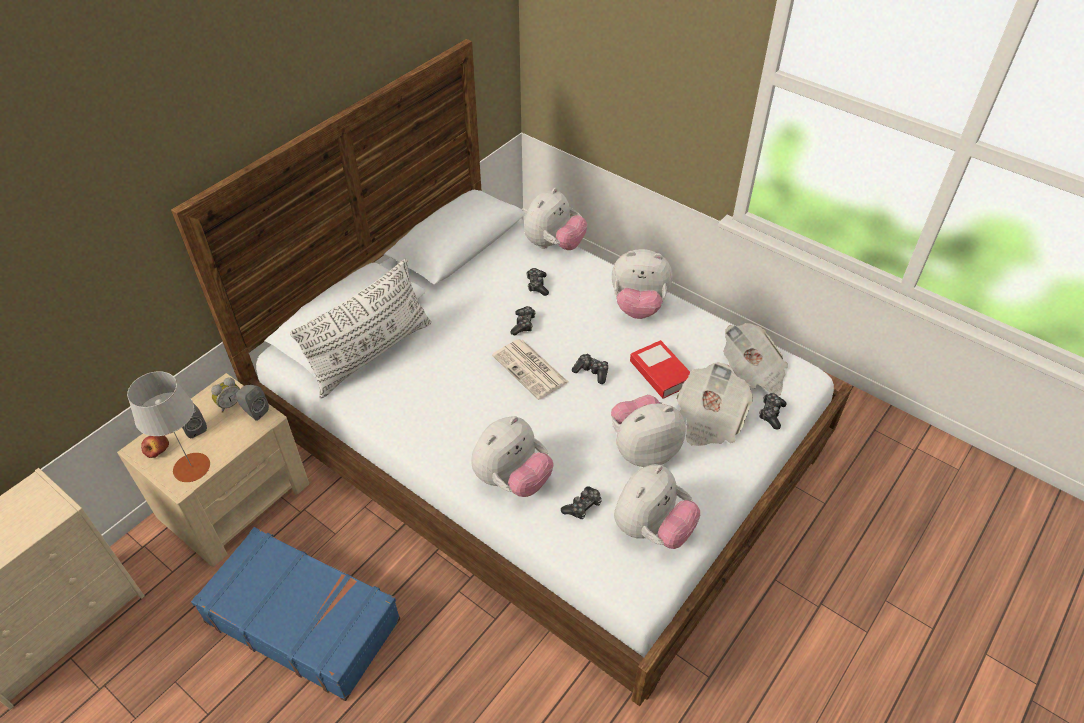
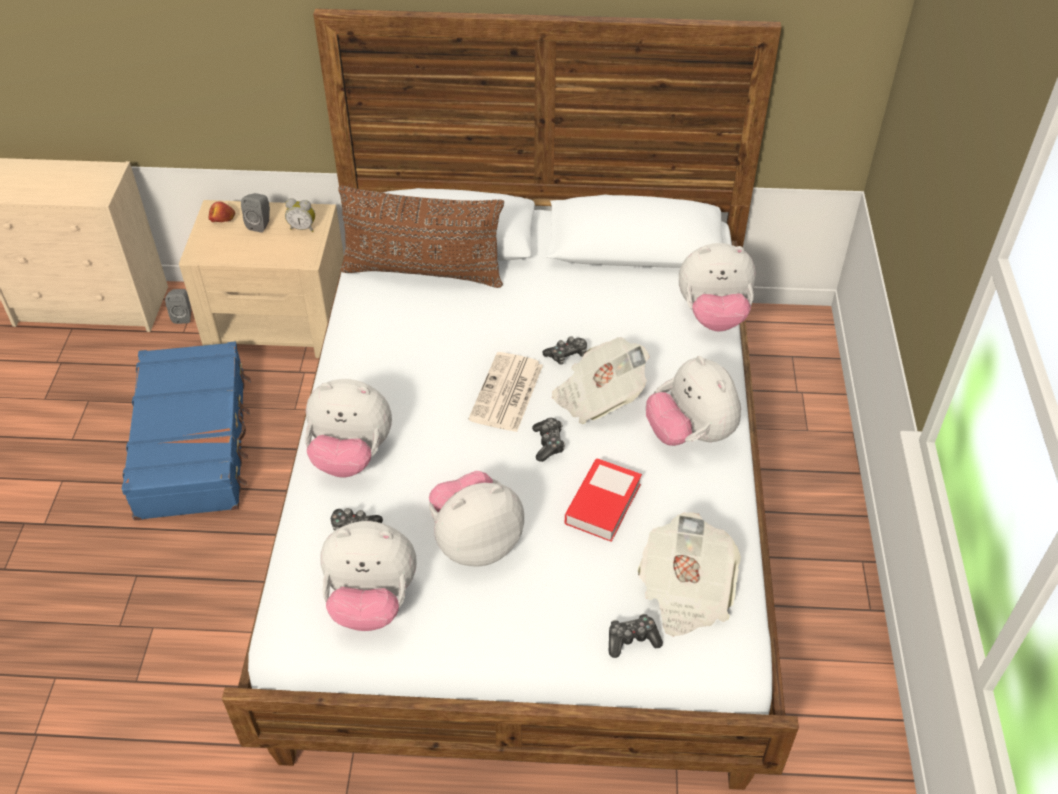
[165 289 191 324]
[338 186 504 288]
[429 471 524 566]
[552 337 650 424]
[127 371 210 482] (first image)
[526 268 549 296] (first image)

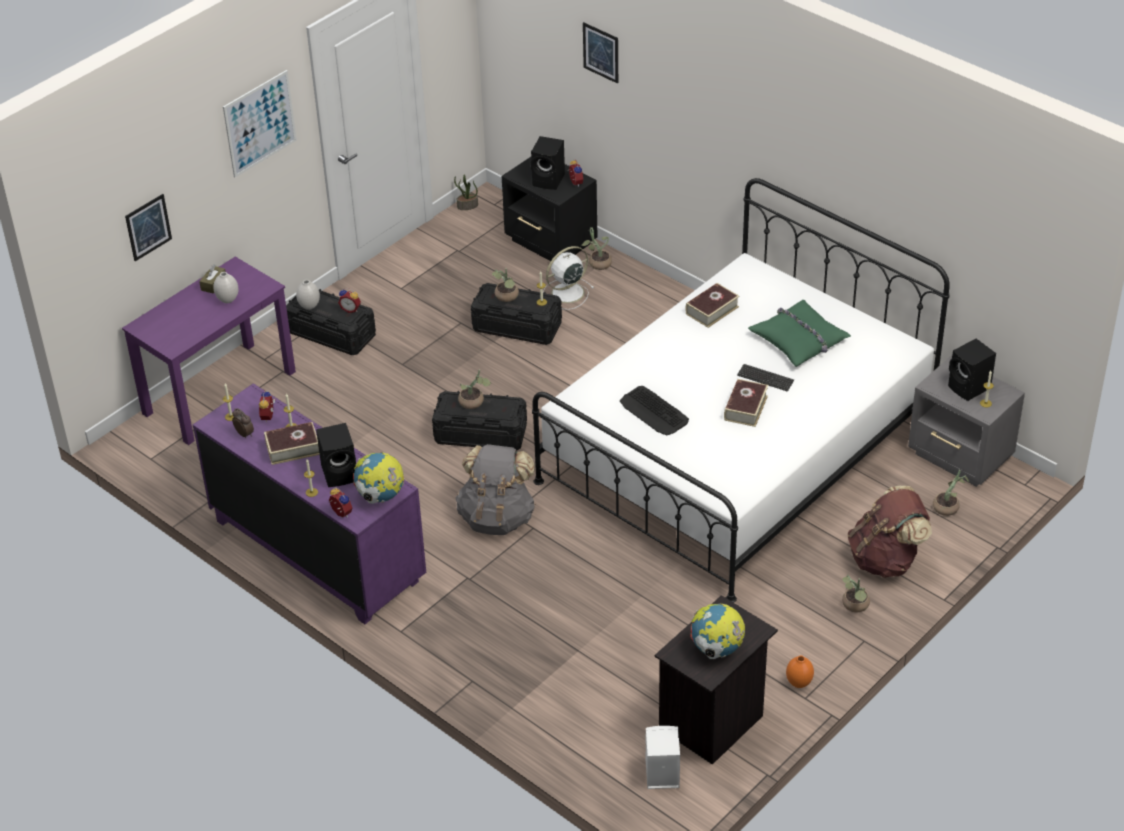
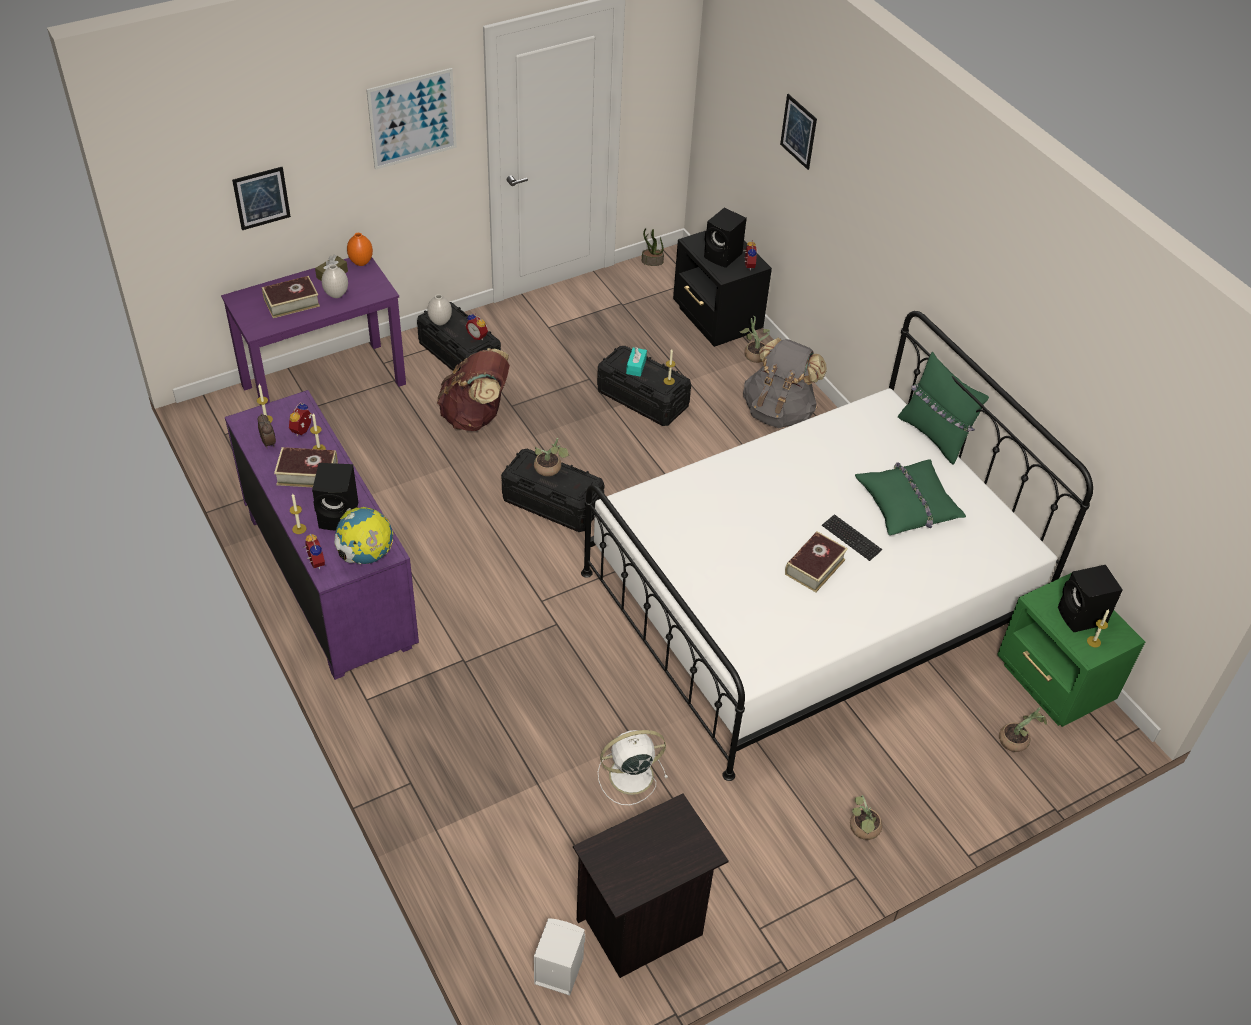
[262 276 320 318]
[347 233 373 266]
[437 348 510 431]
[598 730 668 805]
[626 347 647 377]
[743 338 827 428]
[898 352 989 465]
[997 573 1145 727]
[620 386 689 436] (first image)
[690 603 745 659] (first image)

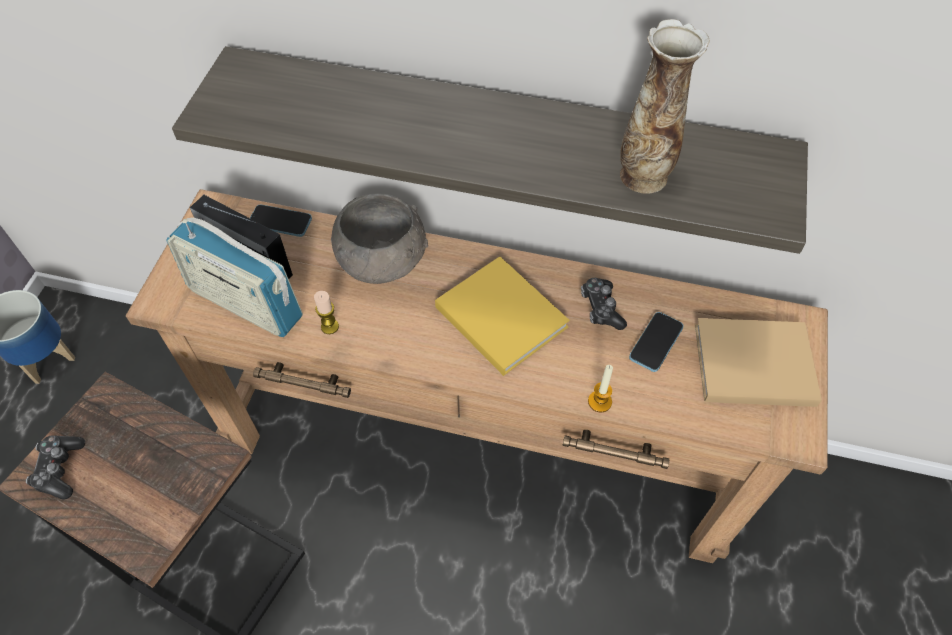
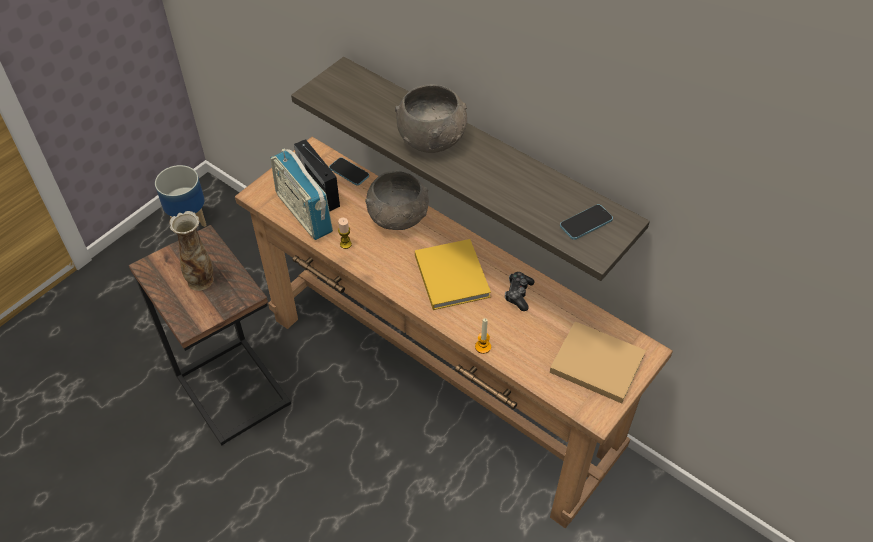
[169 211 214 291]
[395 84 467 153]
[560 204 613 240]
[26 435 85 500] (first image)

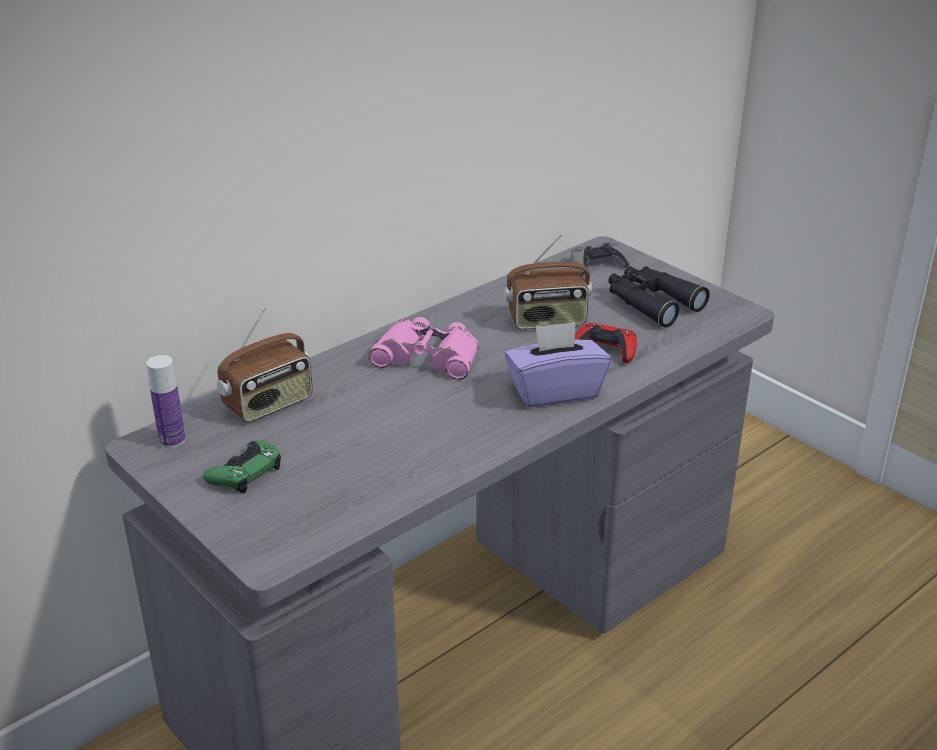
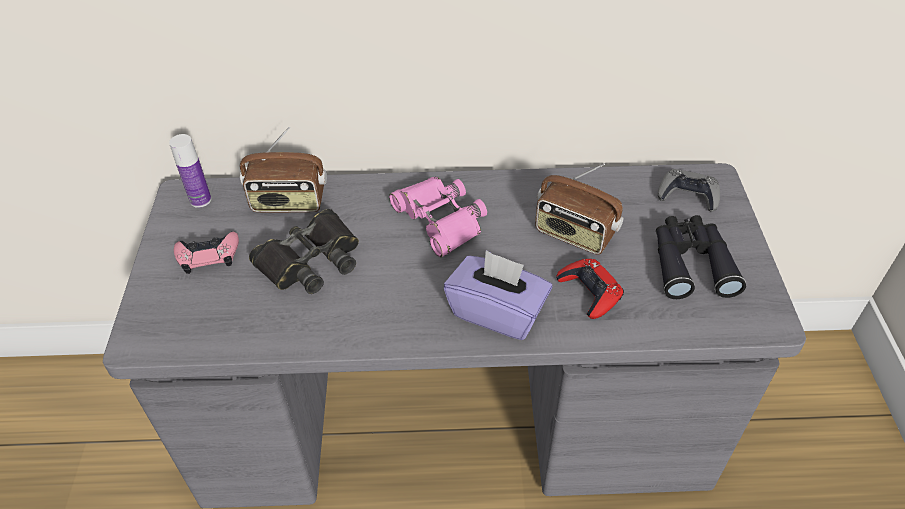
[174 232 239 274]
[249 209 359 294]

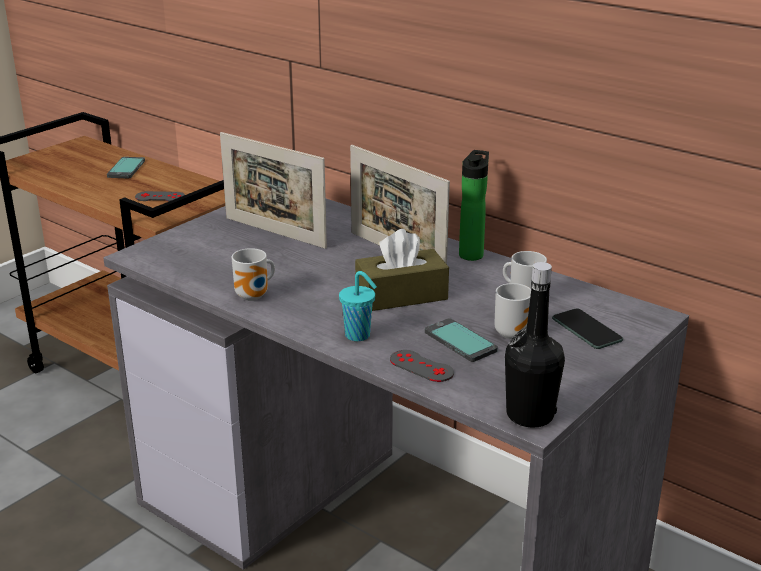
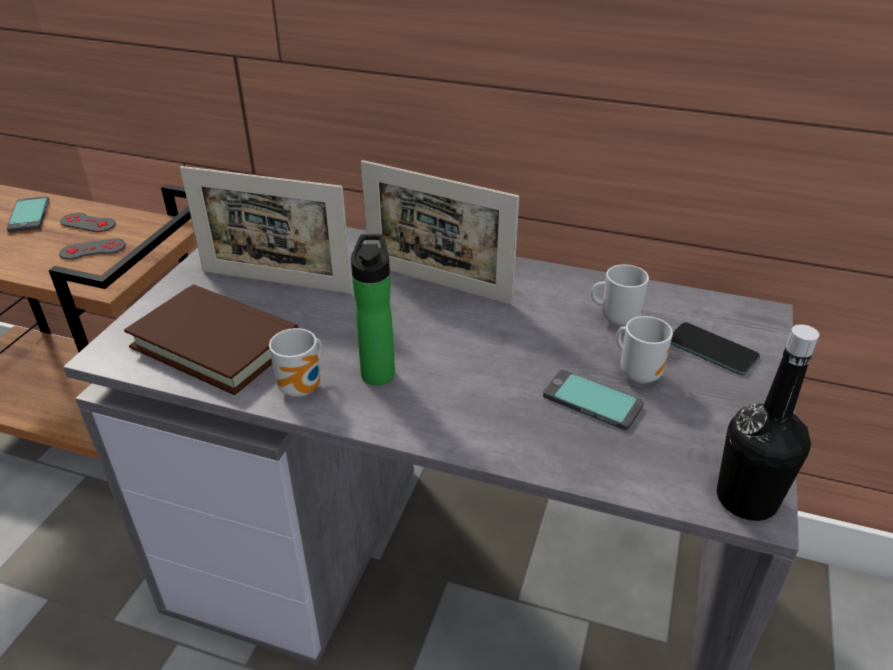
[60 213 116 232]
[124 285 299 395]
[351 234 395 385]
[339 271 377 341] (first image)
[355 229 449 311] (first image)

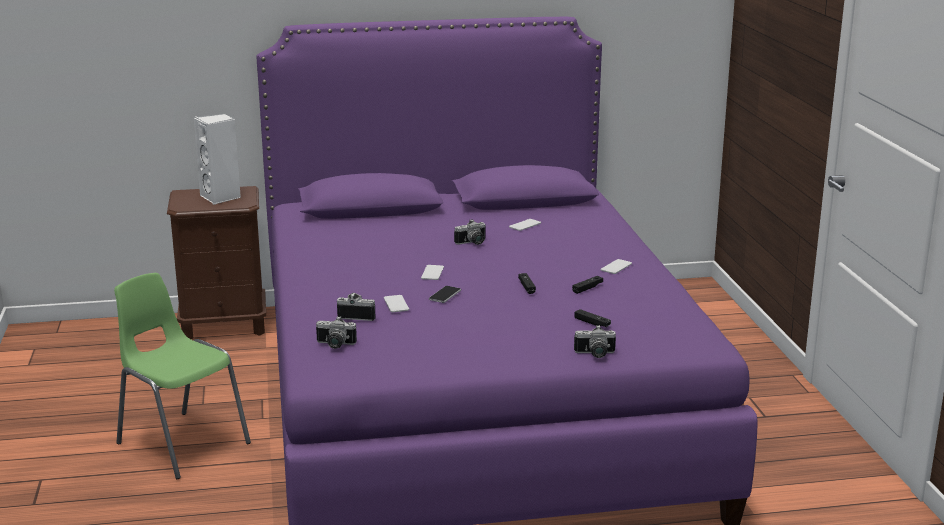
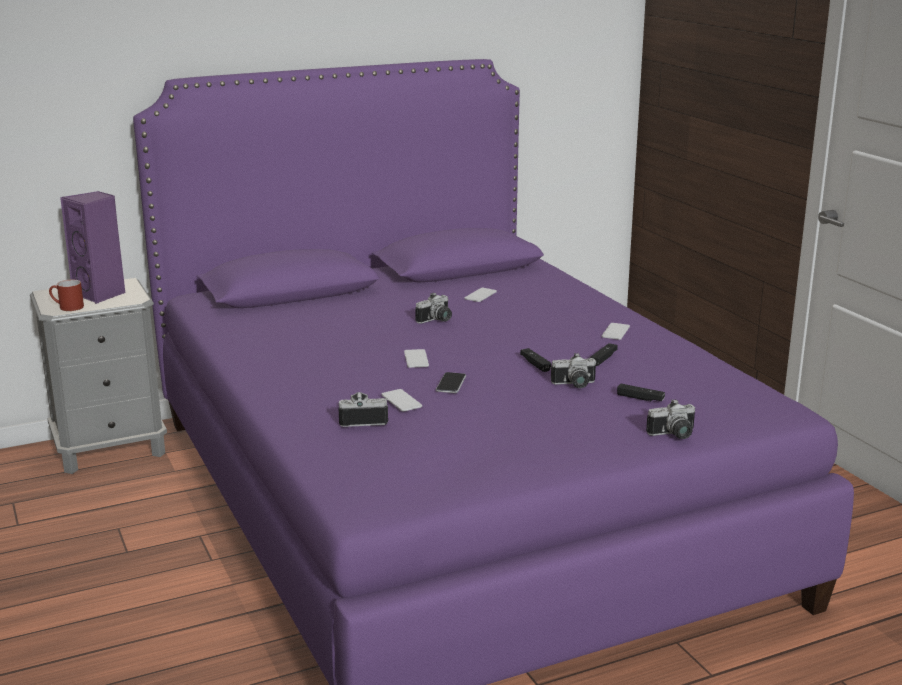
[30 278 167 474]
[49 280 84 311]
[60 191 125 304]
[551 353 596 388]
[114 273 251 479] (first image)

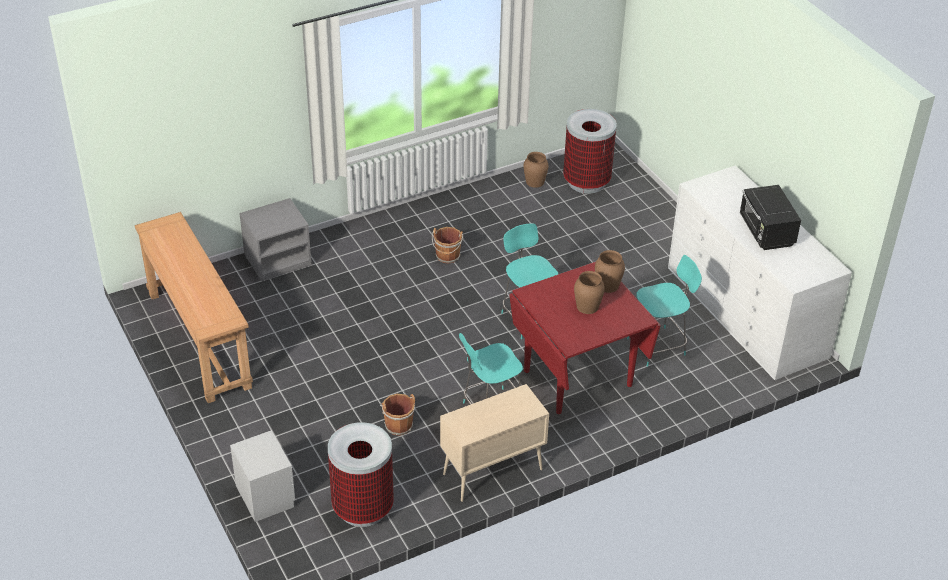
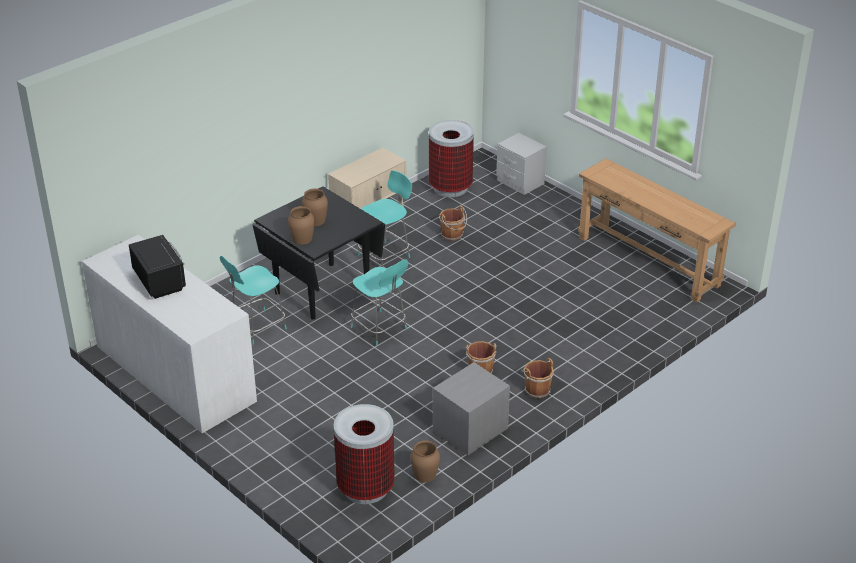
[252 186 385 320]
[433 362 510 455]
[521 358 554 398]

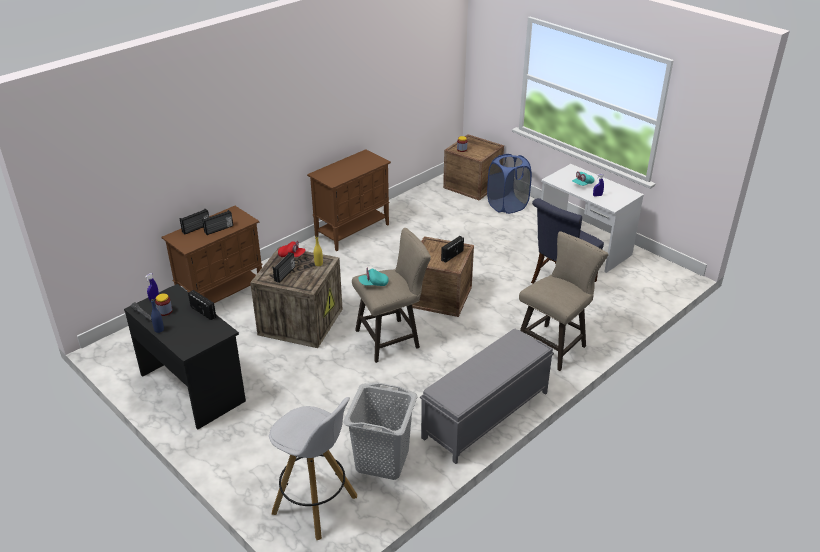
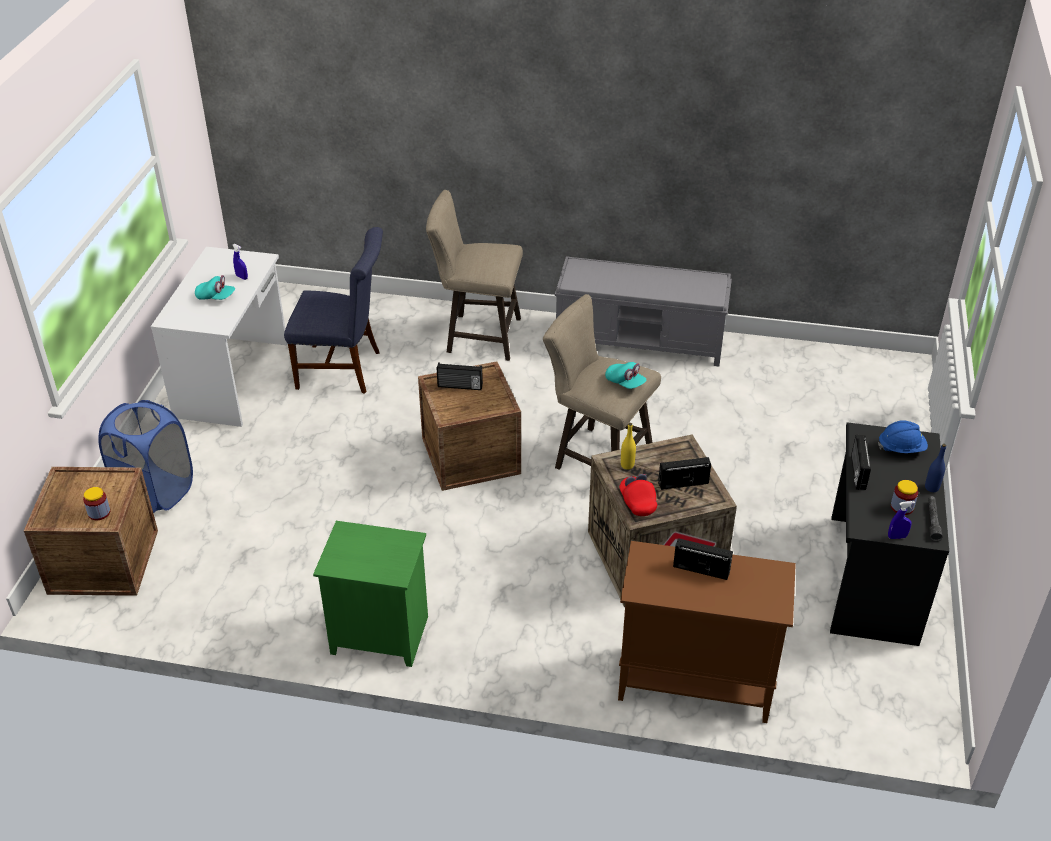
[313 521 428 667]
[878 420 928 453]
[180 209 209 234] (first image)
[269 397 357 540] (first image)
[343 383 418 480] (first image)

